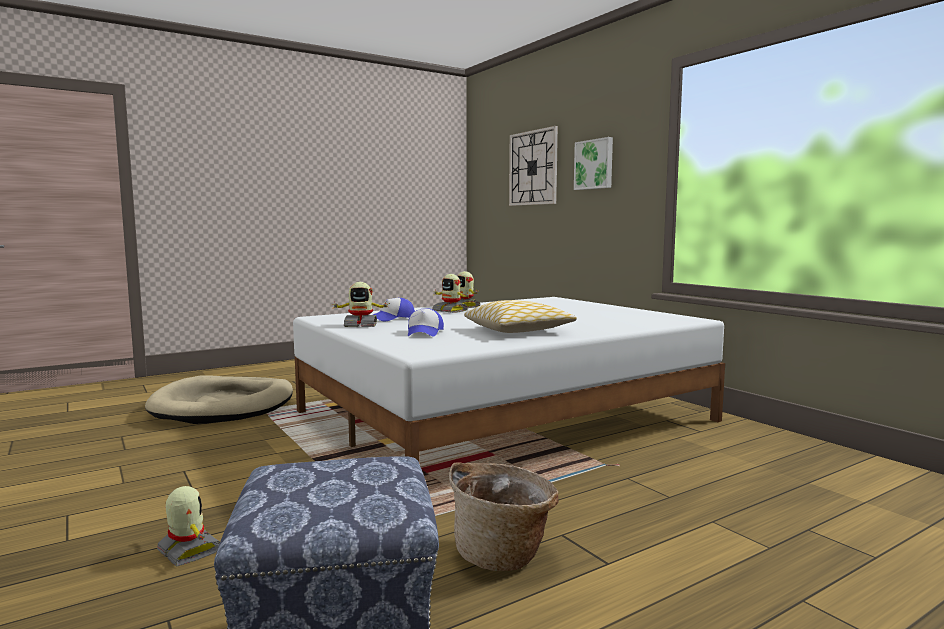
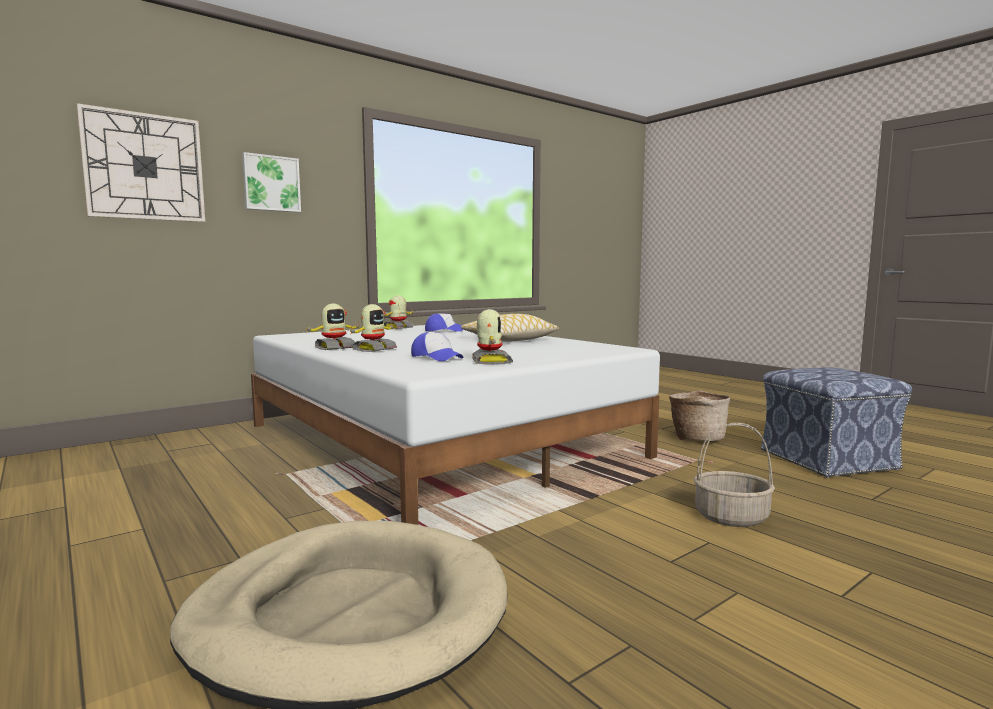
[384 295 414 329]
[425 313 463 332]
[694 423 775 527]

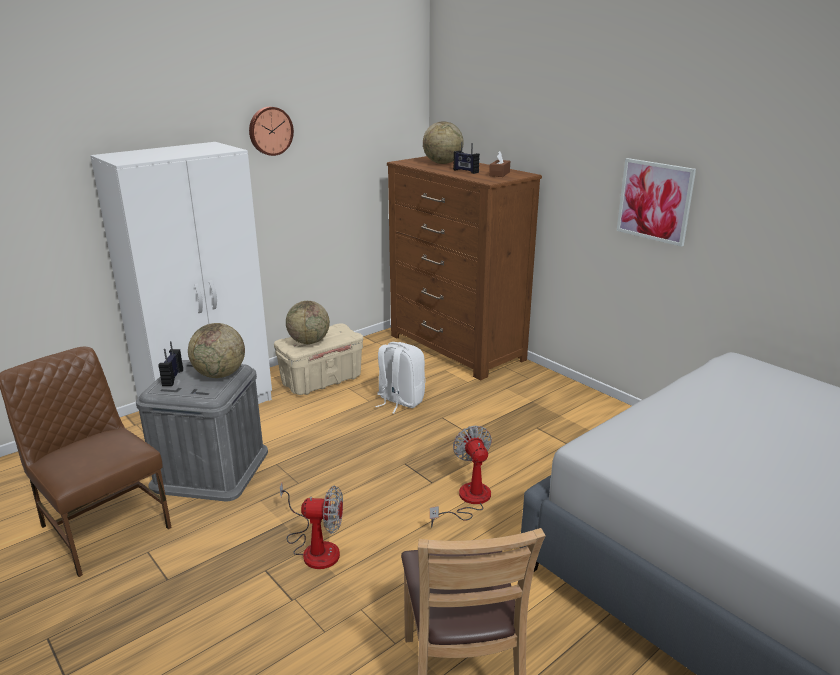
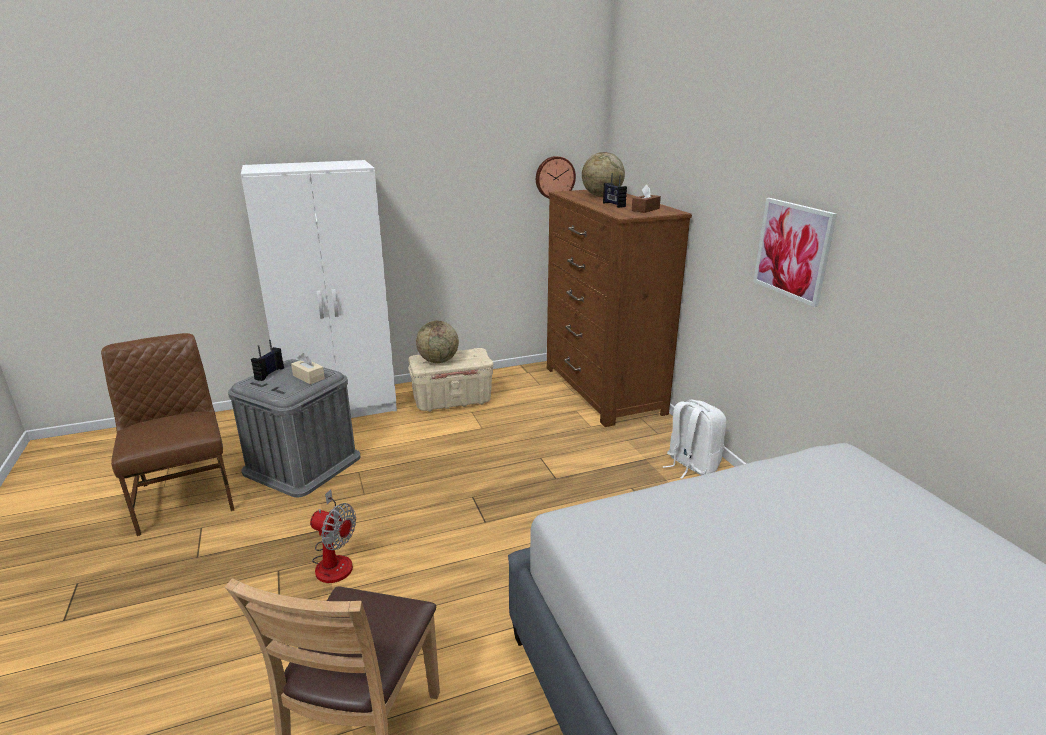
[291 353 325 384]
[536 156 576 198]
[662 399 727 479]
[430 425 492 528] (first image)

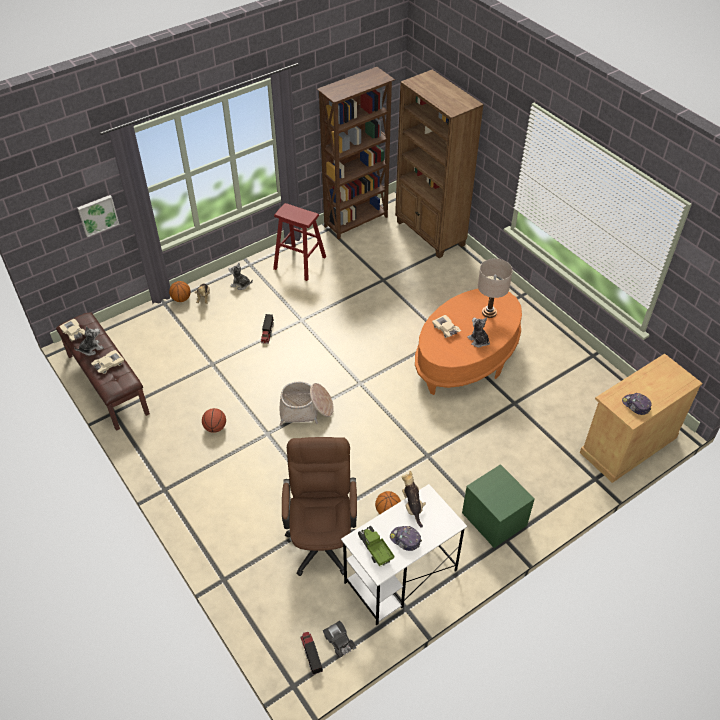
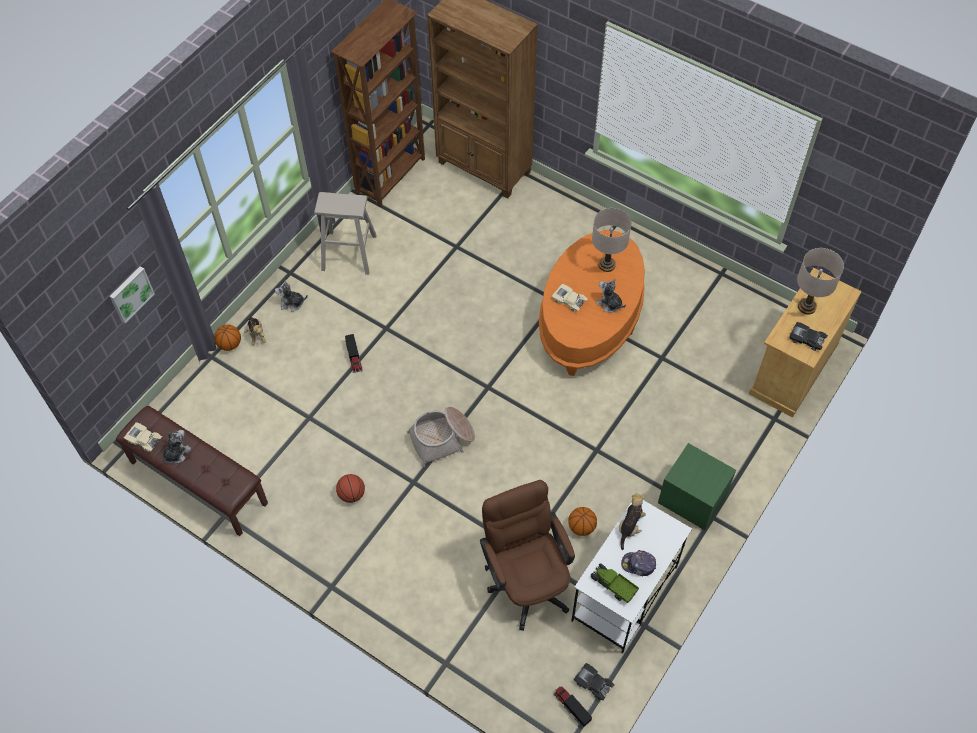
[314 192 377 275]
[619 493 646 550]
[789 322 828 351]
[797 248 844 315]
[91 350 124 374] (first image)

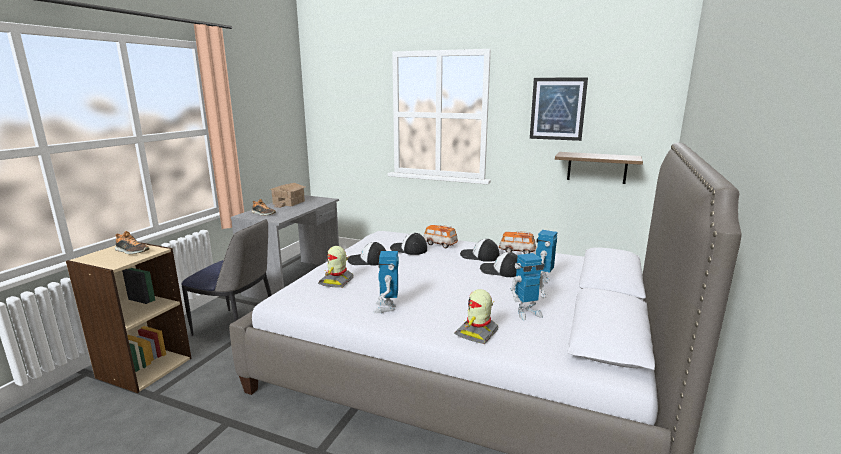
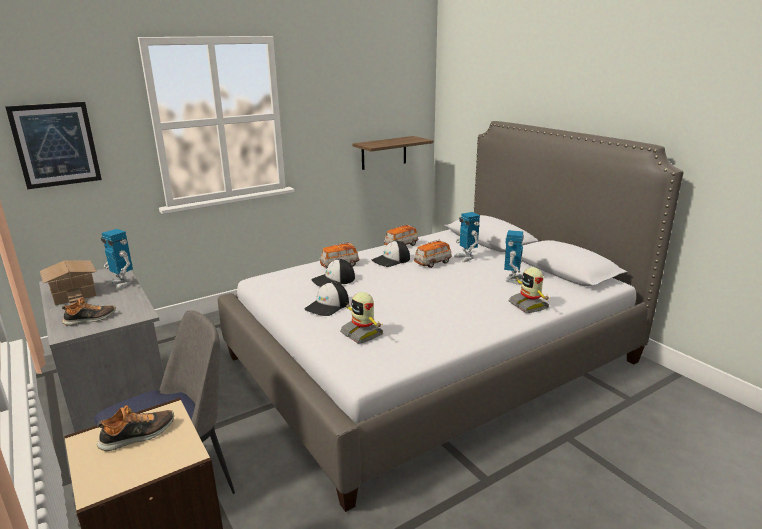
[5 102 102 189]
[101 229 133 291]
[414 240 452 268]

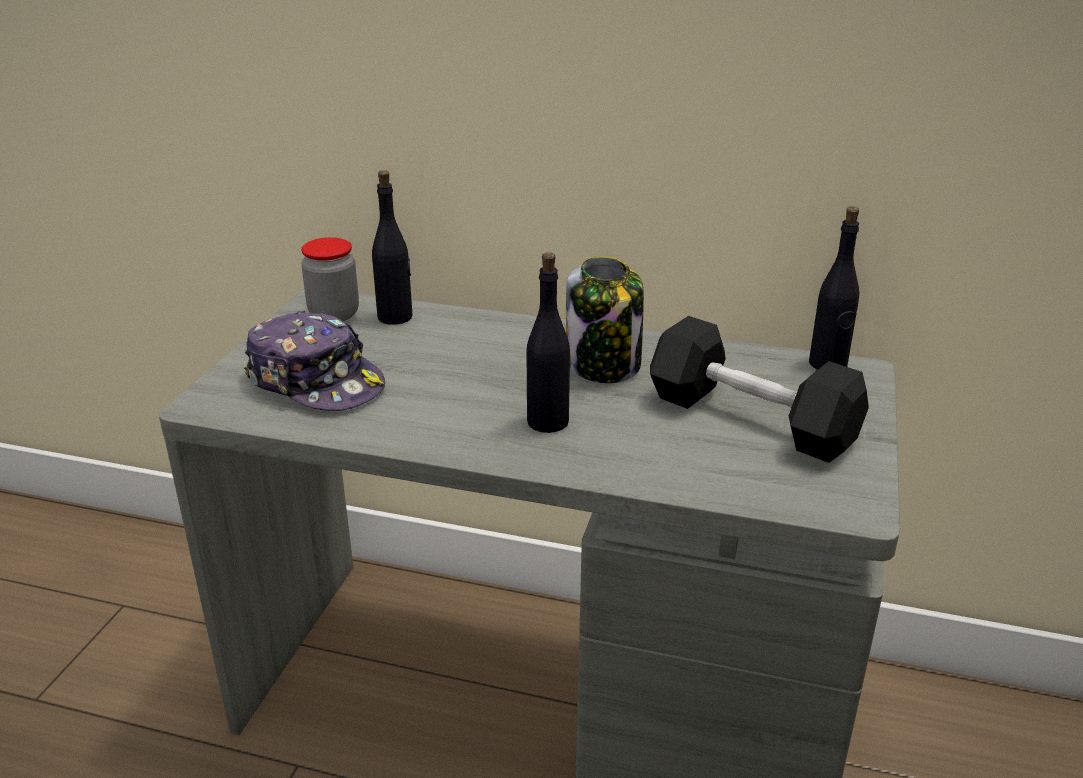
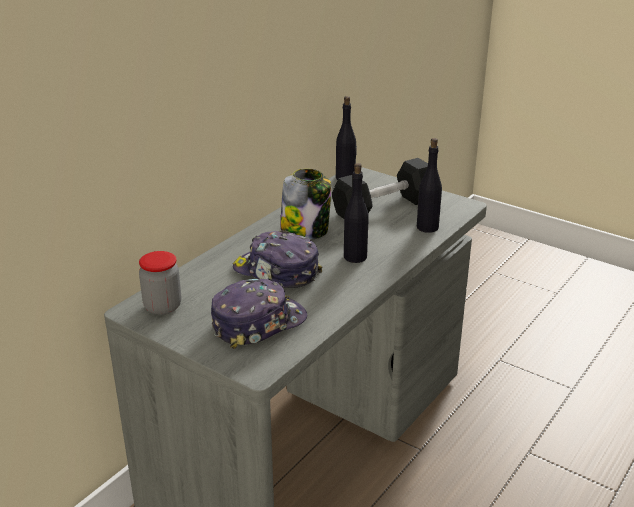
[233 231 322 288]
[417 138 442 233]

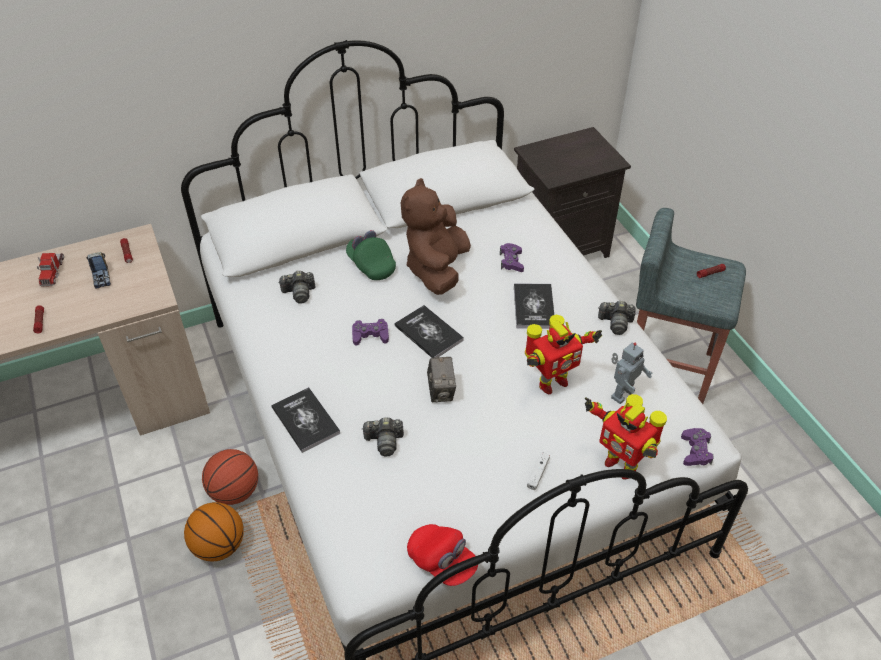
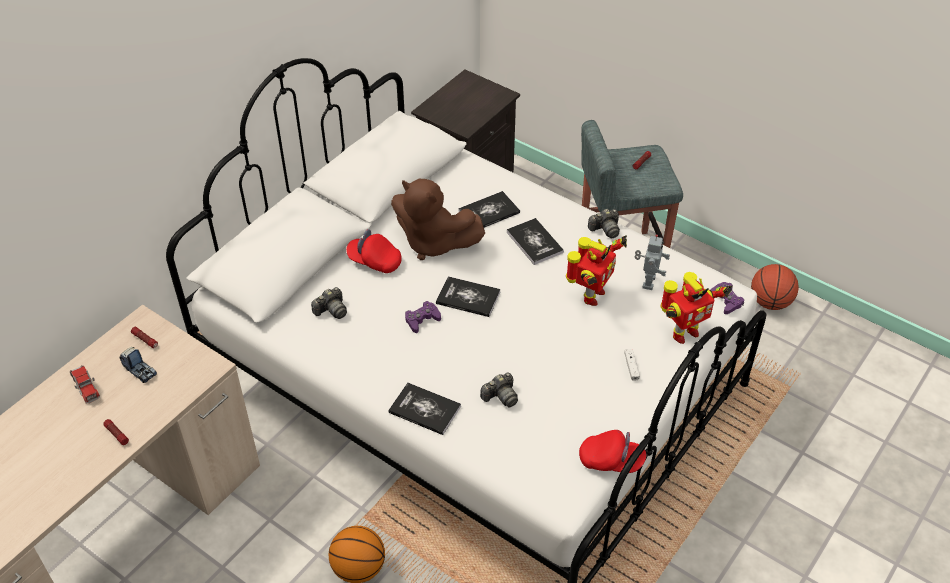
[346 229 402 273]
[391 179 485 260]
[458 191 520 228]
[660 272 732 344]
[751 264 799 310]
[427 357 456 402] (first image)

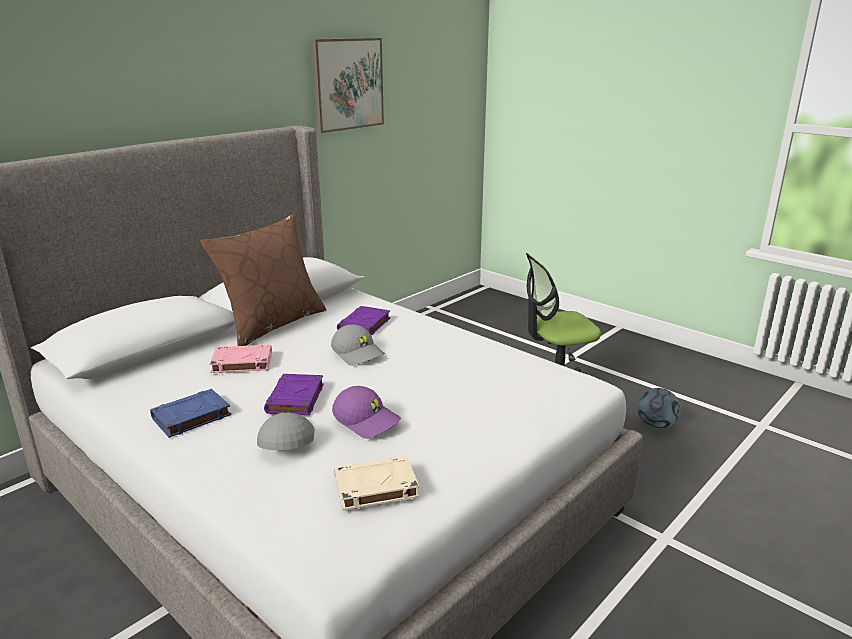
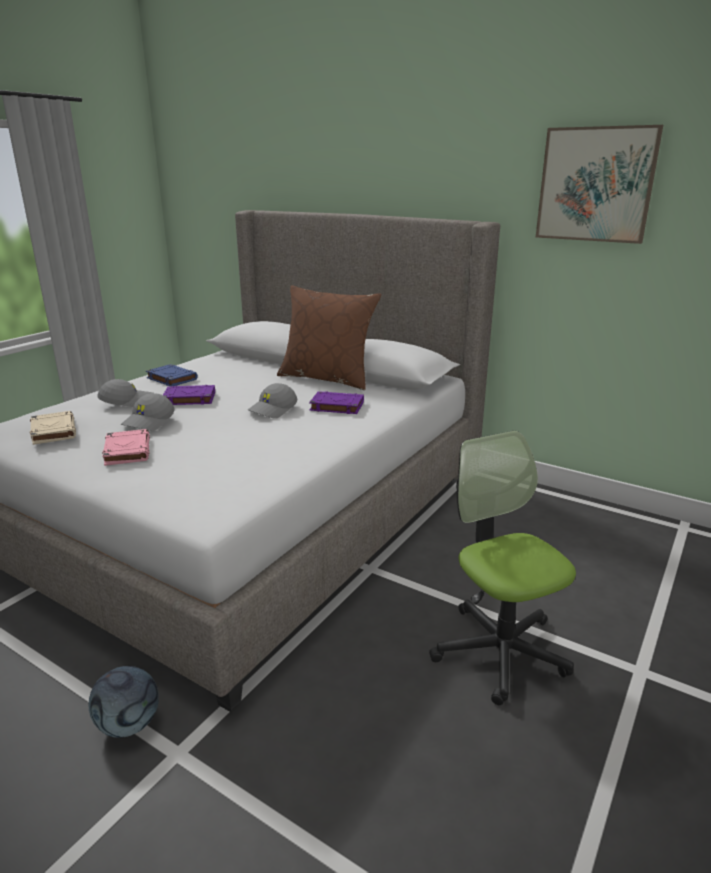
[89 666 159 738]
[102 429 150 466]
[121 393 175 431]

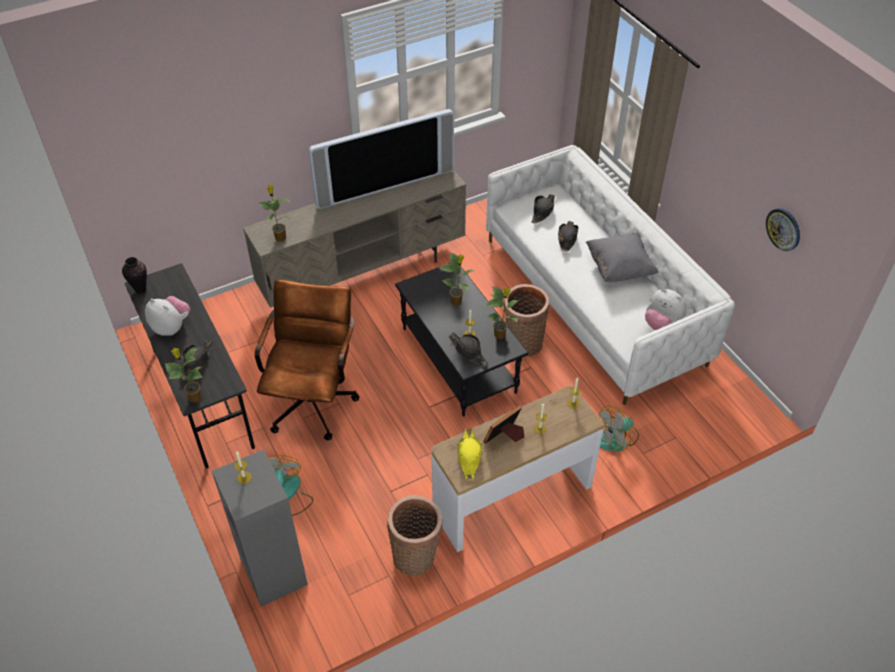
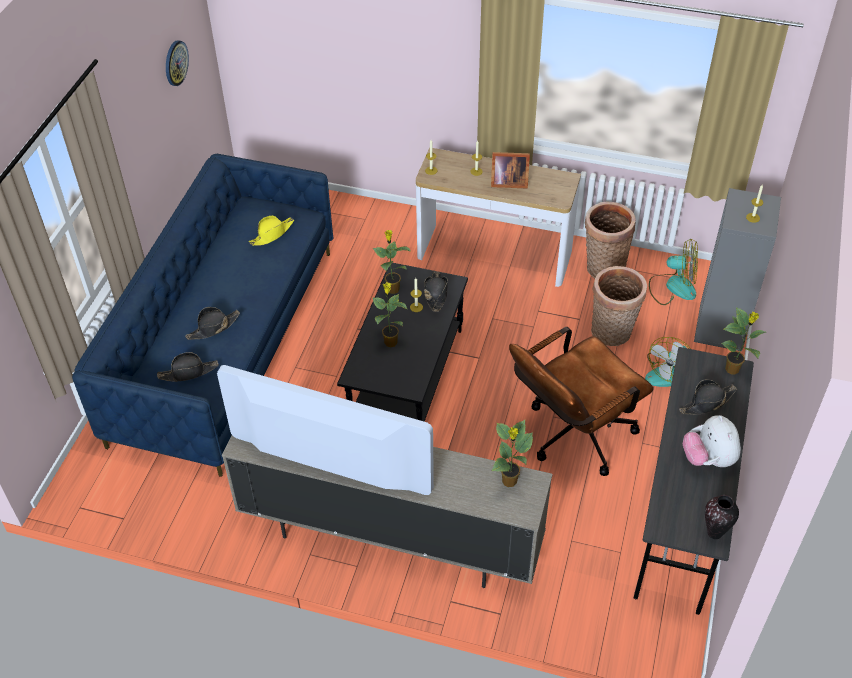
[72 154 333 477]
[249 216 294 246]
[591 266 647 346]
[649 239 698 305]
[586 233 658 282] (first image)
[645 289 687 330] (first image)

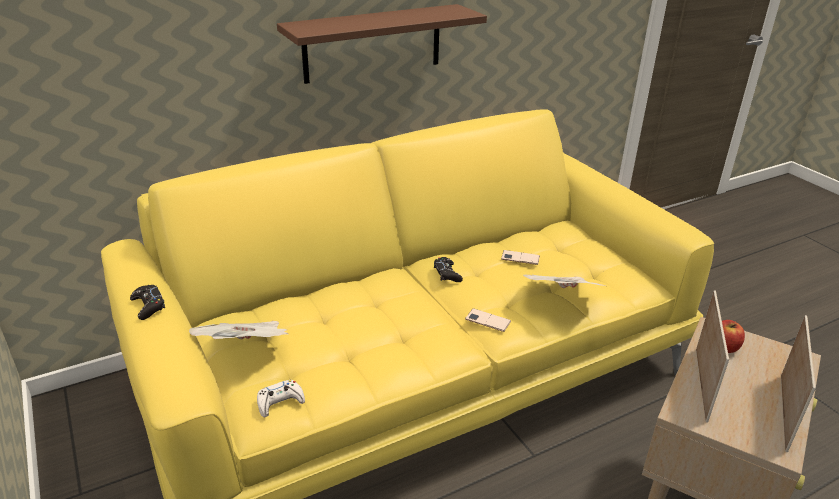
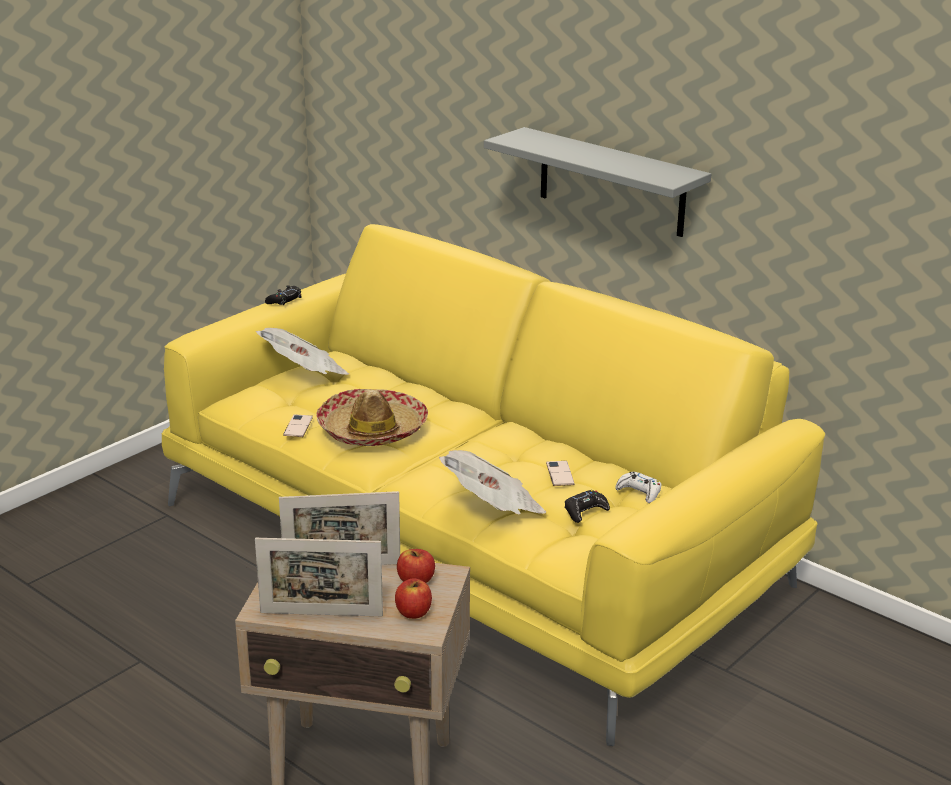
[283 414 313 437]
[317 389 428 446]
[395 578 432 619]
[484 127 711 237]
[564 490 610 523]
[615 472 661 503]

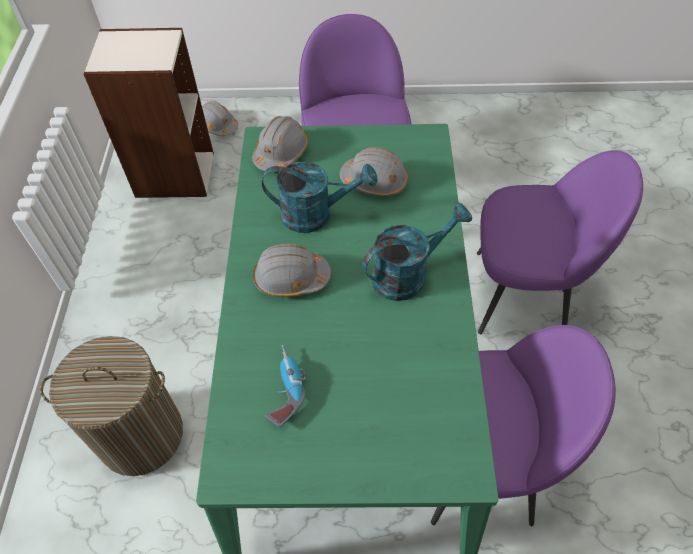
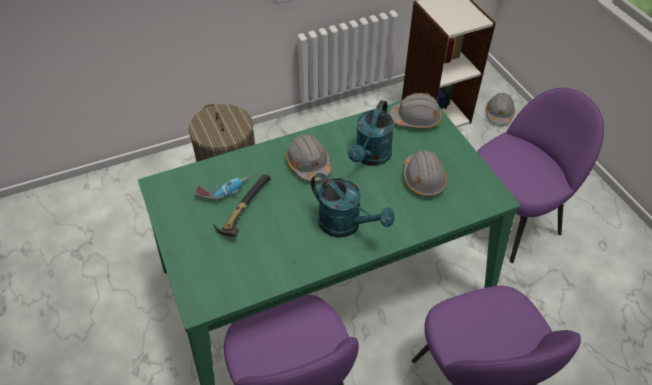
[213 174 271 237]
[348 100 394 166]

